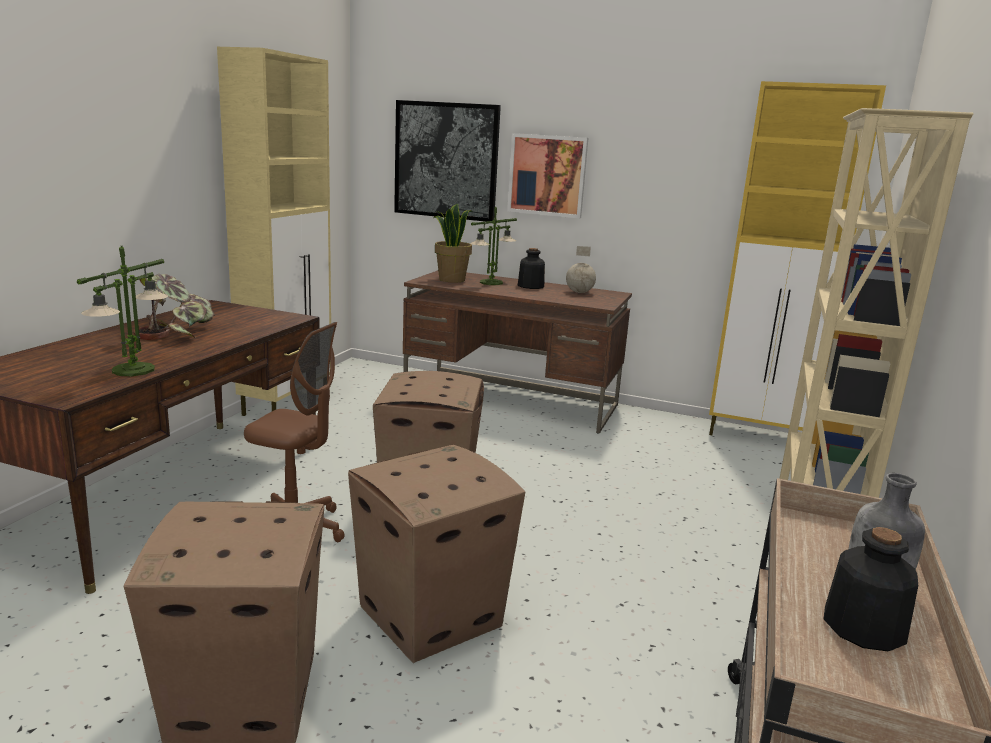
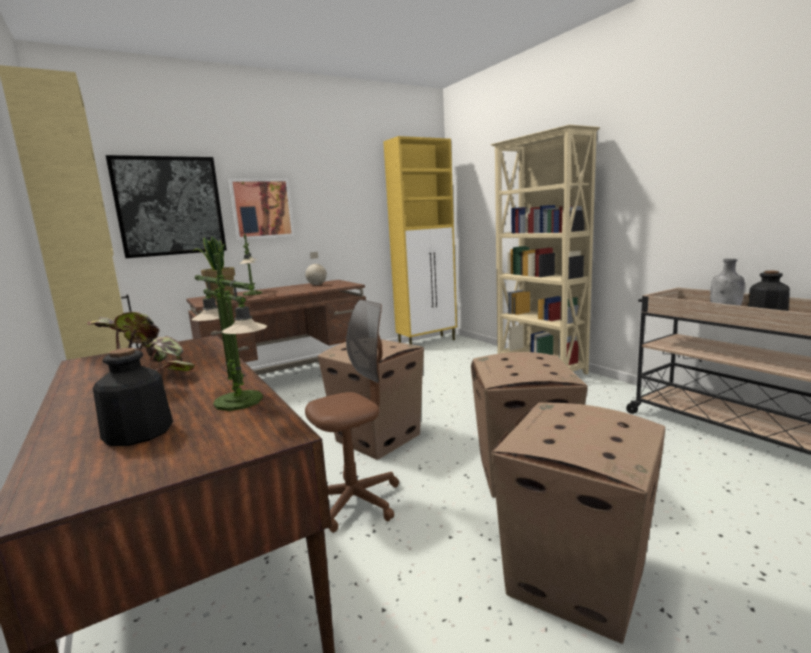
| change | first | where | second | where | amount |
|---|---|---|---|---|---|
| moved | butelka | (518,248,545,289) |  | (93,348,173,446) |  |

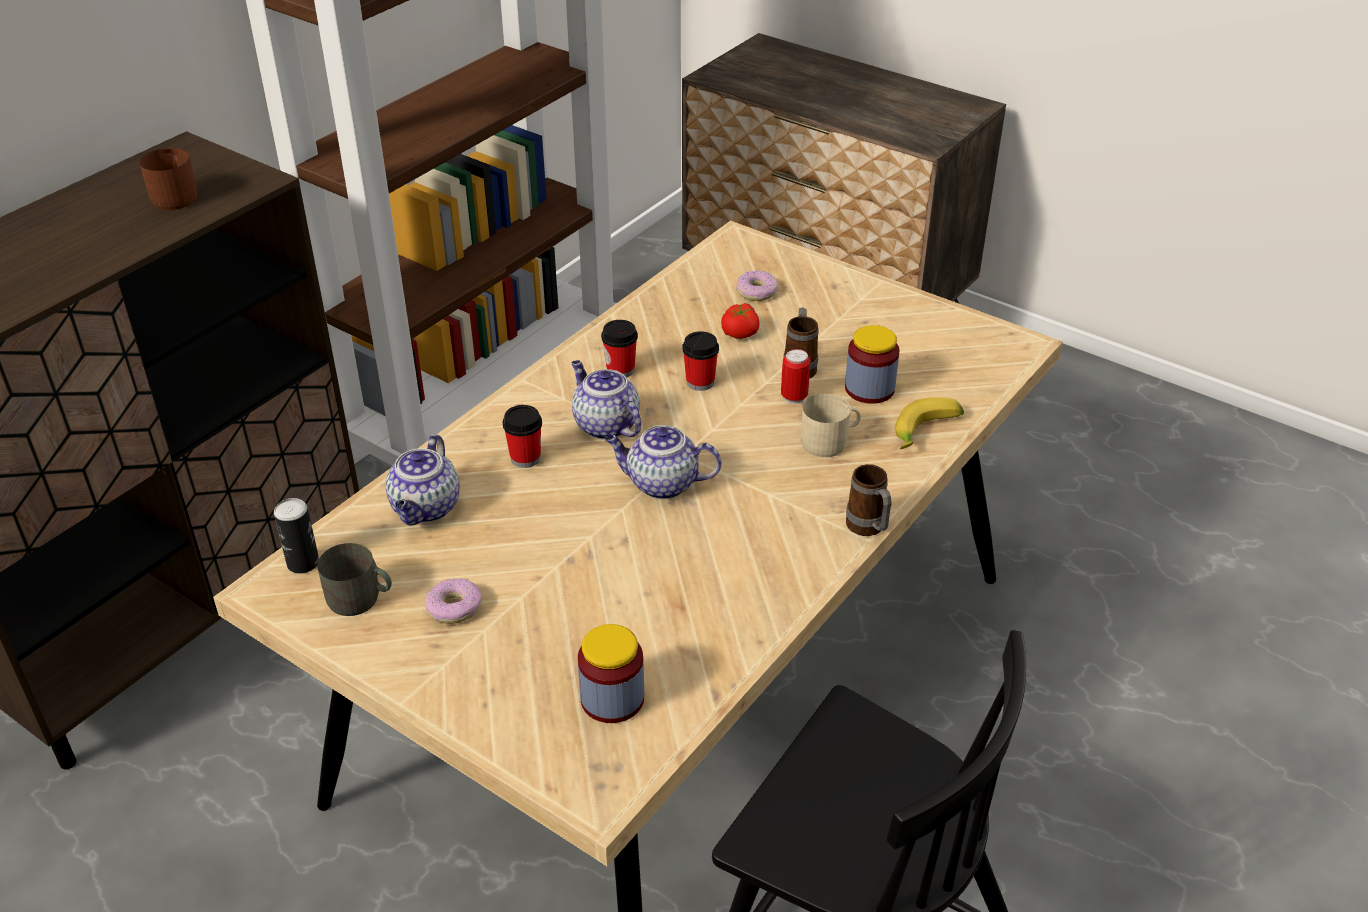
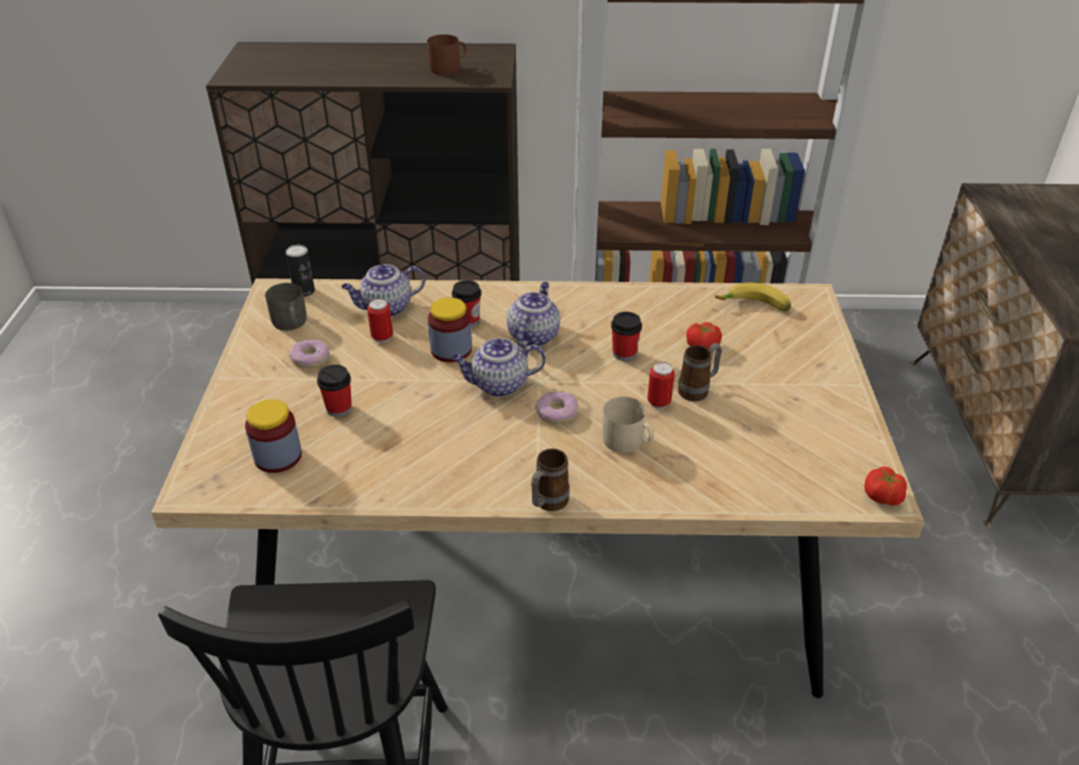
| change | first | where | second | where | amount |
|---|---|---|---|---|---|
| moved | donut | (736,270,778,301) |  | (535,391,578,424) |  |
| moved | filiżanka | (601,320,638,378) |  | (317,364,352,417) |  |
| moved | słoik | (845,325,900,404) |  | (428,298,472,362) |  |
| moved | banan | (895,397,964,449) |  | (715,283,791,311) |  |
| turned | imbryk | (605,425,721,499) |  | (452,338,546,397) | 75 degrees counterclockwise |
| added |  |  | puszka | (367,299,393,343) |  |
| added |  |  | pomidor | (864,466,907,506) |  |

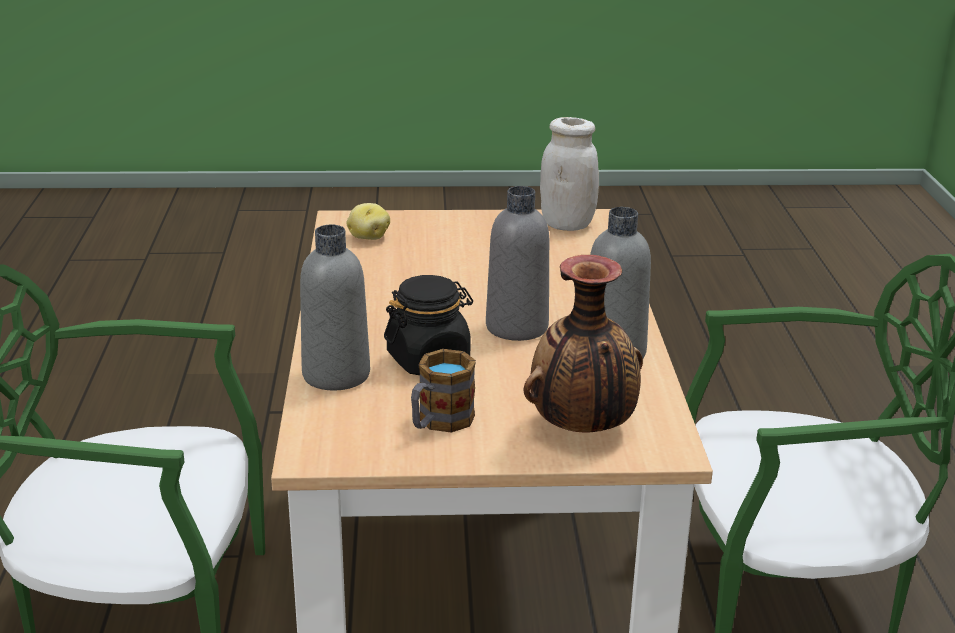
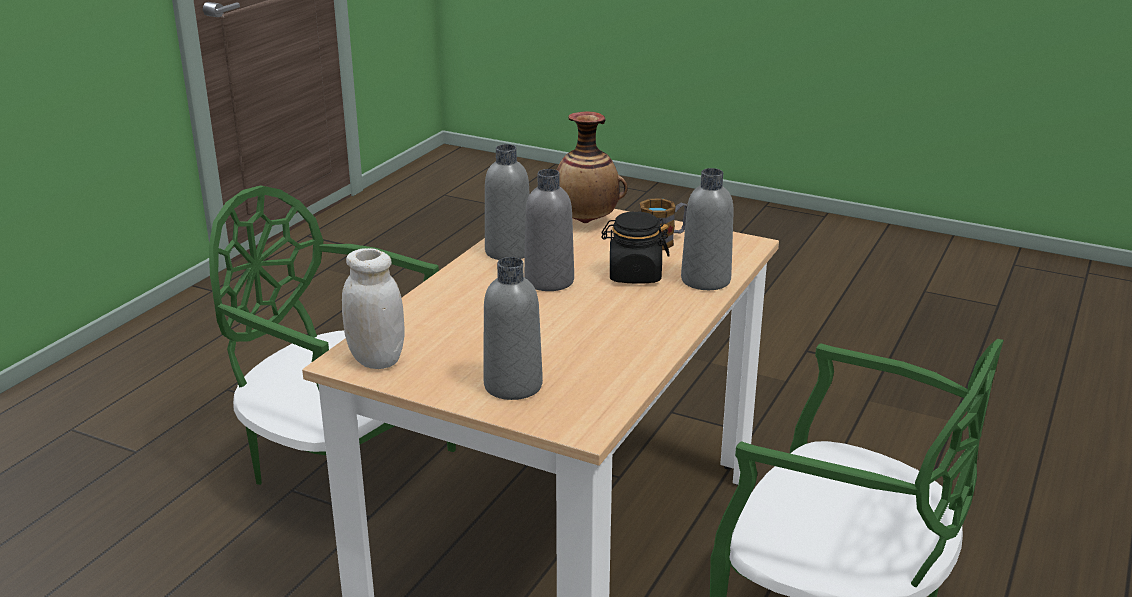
| change | first | where | second | where | amount |
|---|---|---|---|---|---|
| removed | ziemniak | (347,203,390,240) |  |  |  |
| added |  |  | butelka/szary | (483,257,543,400) |  |

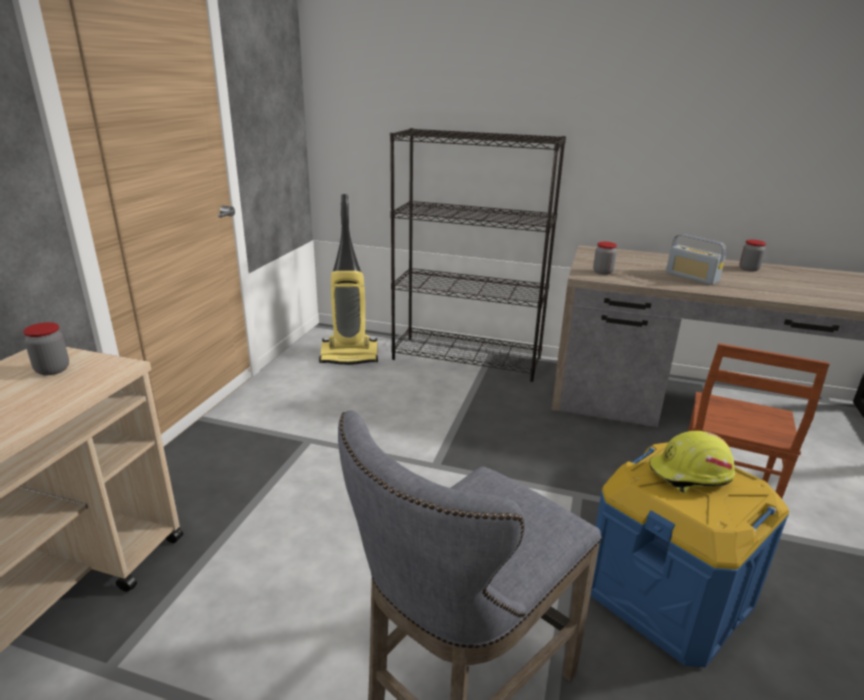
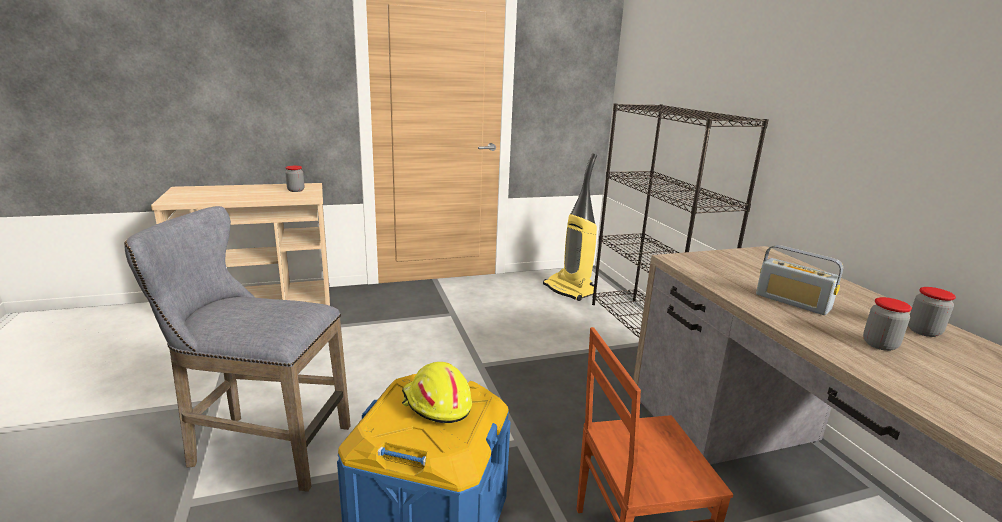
| change | first | where | second | where | amount |
|---|---|---|---|---|---|
| turned | radio | (666,234,726,285) |  | (756,245,843,315) | 60 degrees counterclockwise |
| moved | słoik | (593,242,617,275) |  | (863,297,912,351) |  |

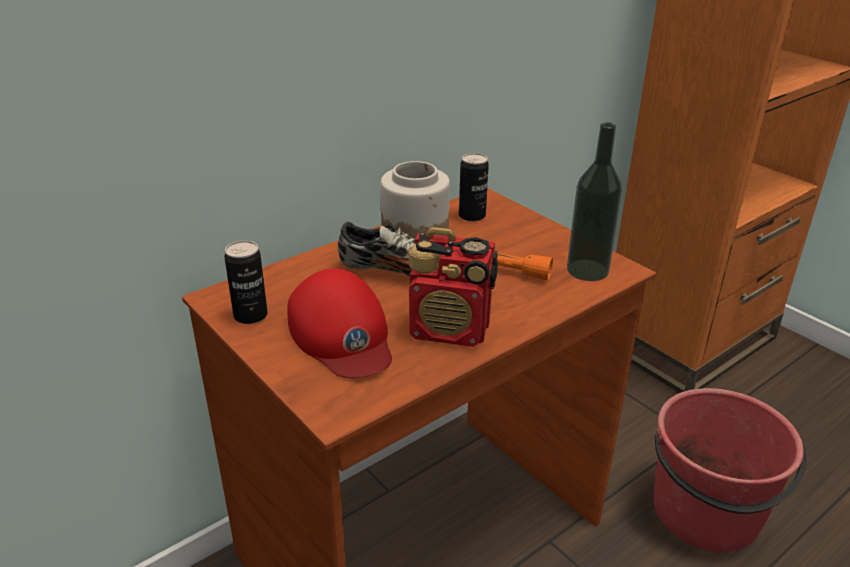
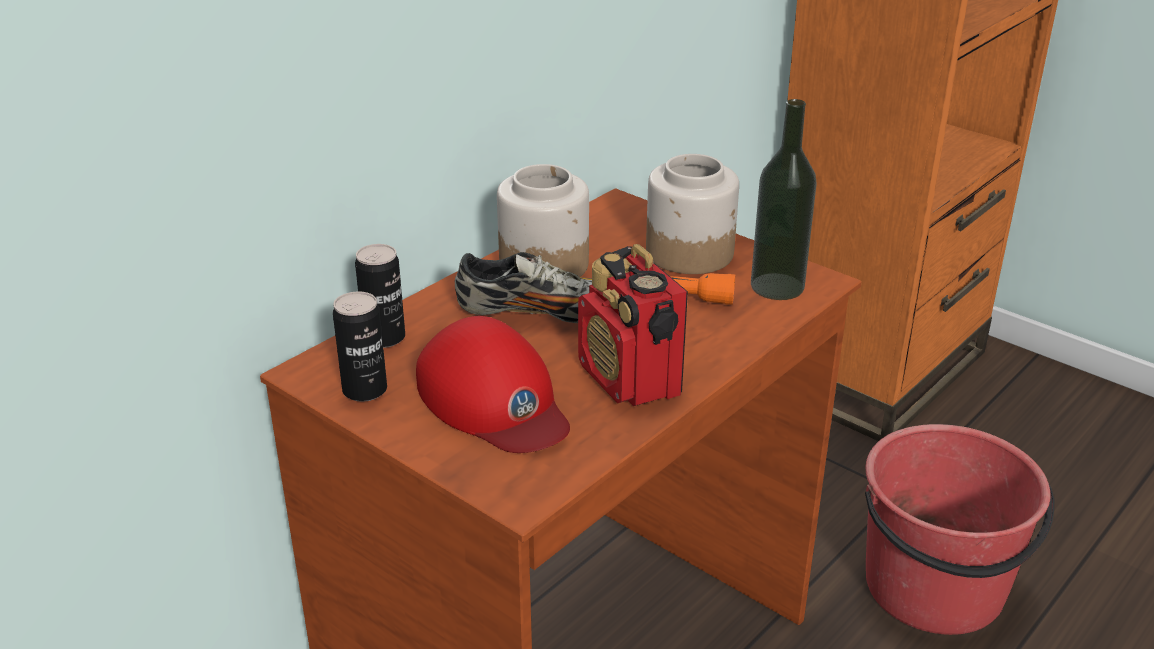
| change | first | where | second | where | amount |
|---|---|---|---|---|---|
| moved | puszka | (459,153,489,222) |  | (355,244,405,348) |  |
| turned | radio | (409,227,498,347) |  | (578,244,688,406) | 60 degrees clockwise |
| added |  |  | słoik | (646,154,739,274) |  |

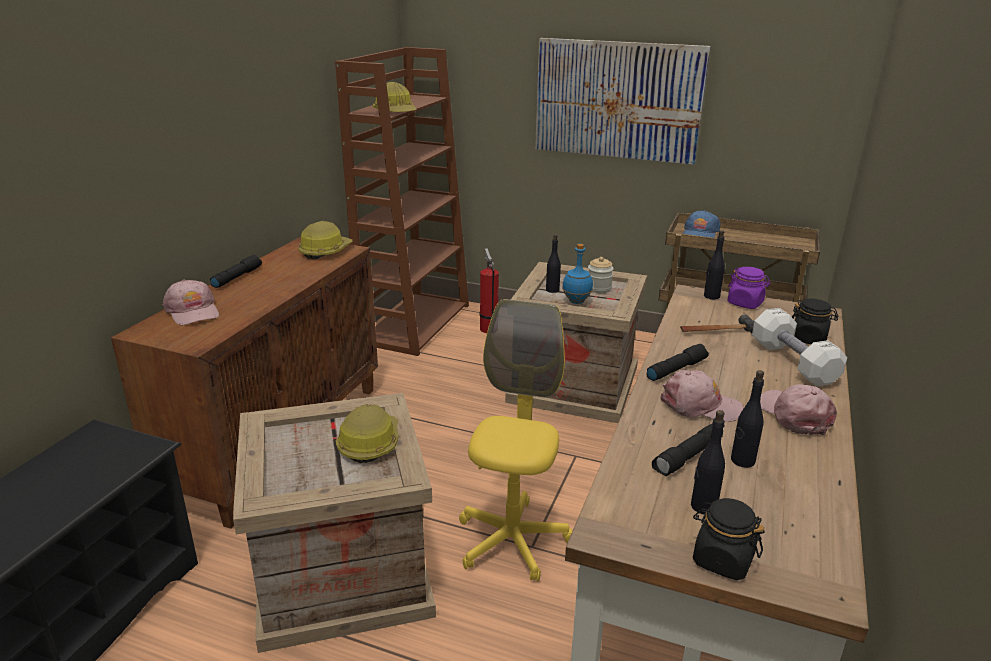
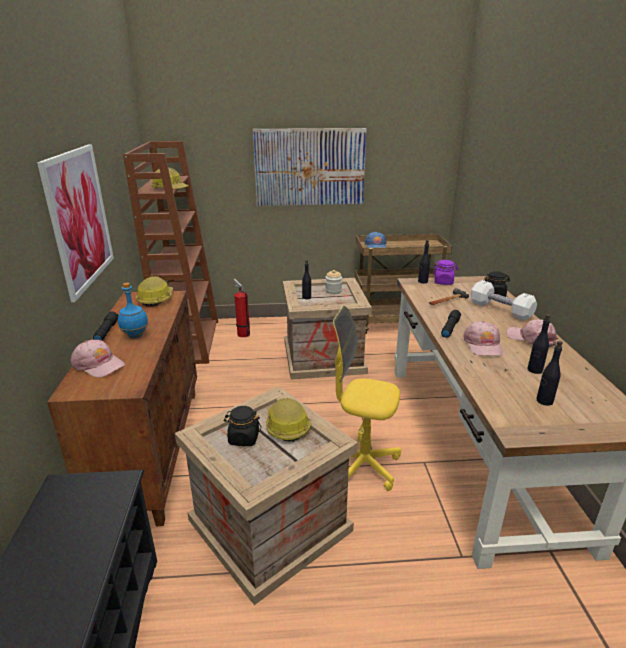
| change | first | where | second | where | amount |
|---|---|---|---|---|---|
| moved | butelka/niebieski | (562,244,593,304) |  | (118,283,148,338) |  |
| turned | krzesło biurowe/żółty | (459,299,573,582) |  | (333,306,401,491) | 60 degrees counterclockwise |
| turned | czapka z daszkiem/różowy | (660,370,743,422) |  | (463,321,503,356) | 105 degrees clockwise |
| removed | latarka/czarny | (652,424,723,476) |  |  |  |
| moved | słoik/czarny | (693,498,765,580) |  | (223,406,261,446) |  |
| added |  |  | obraz | (37,144,114,302) |  |

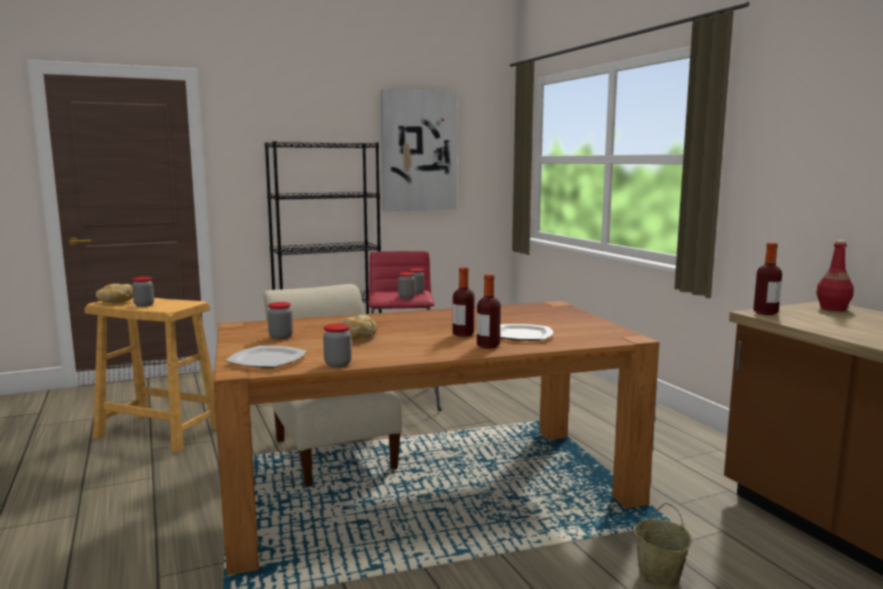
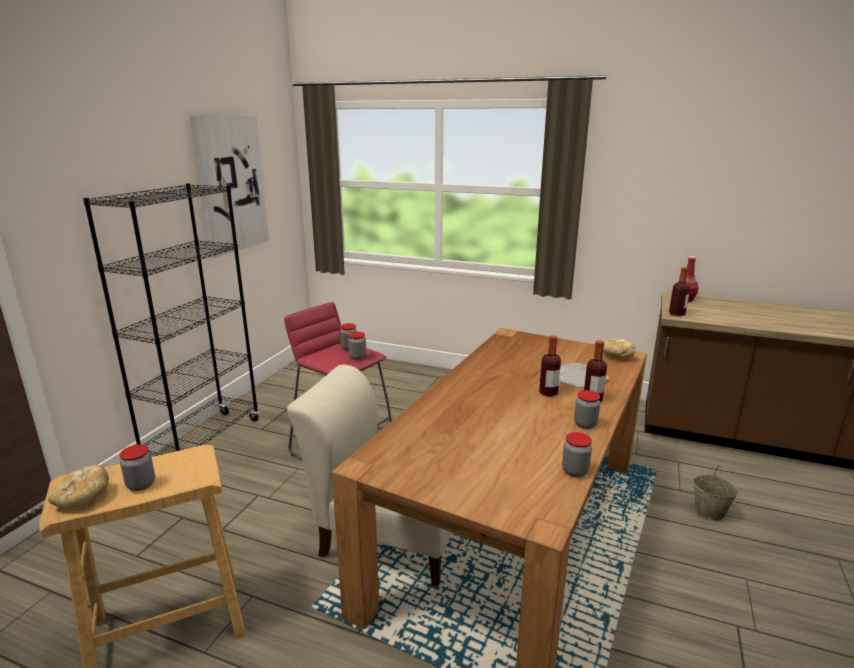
| change | first | where | second | where | amount |
|---|---|---|---|---|---|
| moved | słoik | (268,302,293,339) |  | (574,390,600,429) |  |
| moved | chleb | (340,314,378,339) |  | (603,338,635,359) |  |
| removed | talerz | (225,346,307,368) |  |  |  |

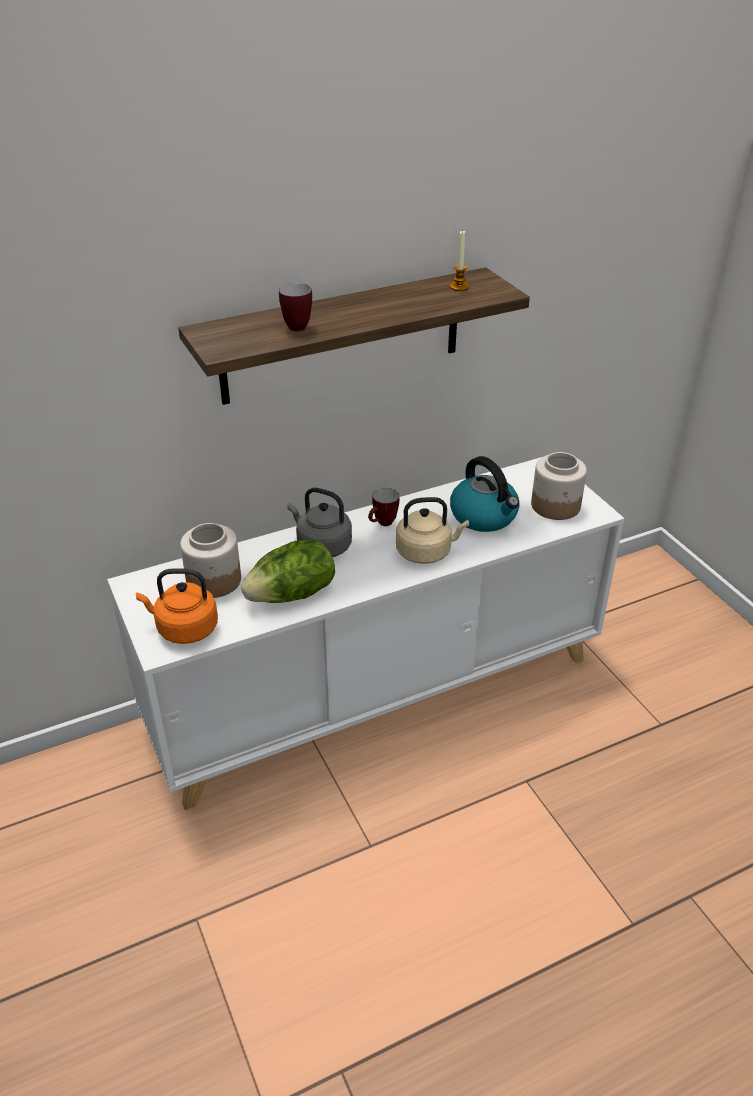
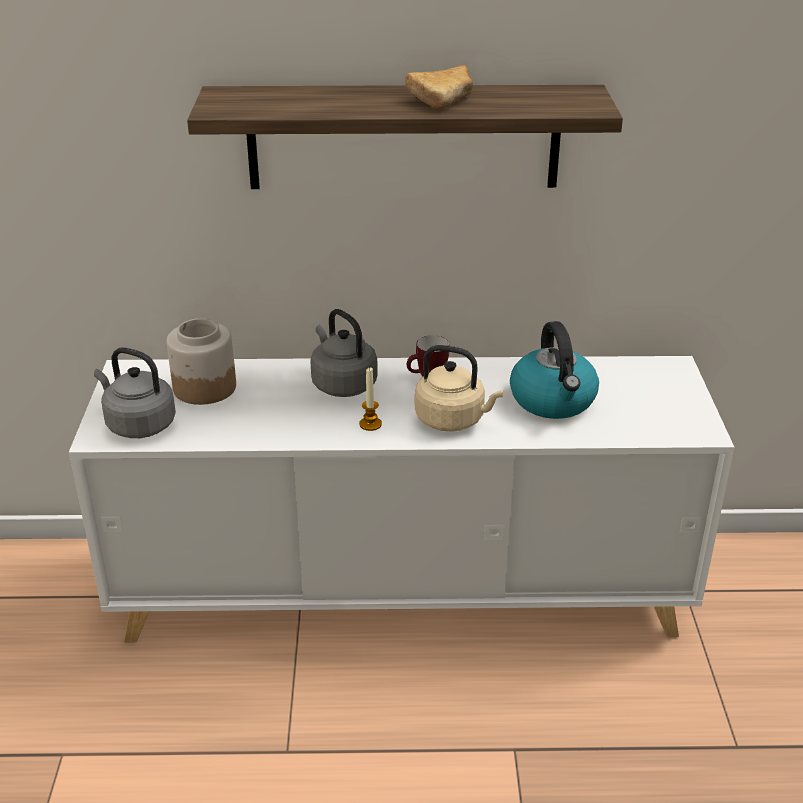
| change | first | where | second | where | amount |
|---|---|---|---|---|---|
| moved | świeca | (450,230,469,291) |  | (359,367,382,431) |  |
| removed | kubek | (279,283,312,331) |  |  |  |
| removed | słoik | (531,452,587,520) |  |  |  |
| removed | sałata | (241,540,335,603) |  |  |  |
| recoloured | czajnik/pomarańczowy | (136,568,218,644) | czajnik/szary | (94,347,176,438) |  |
| added |  |  | chleb | (405,65,473,109) |  |

